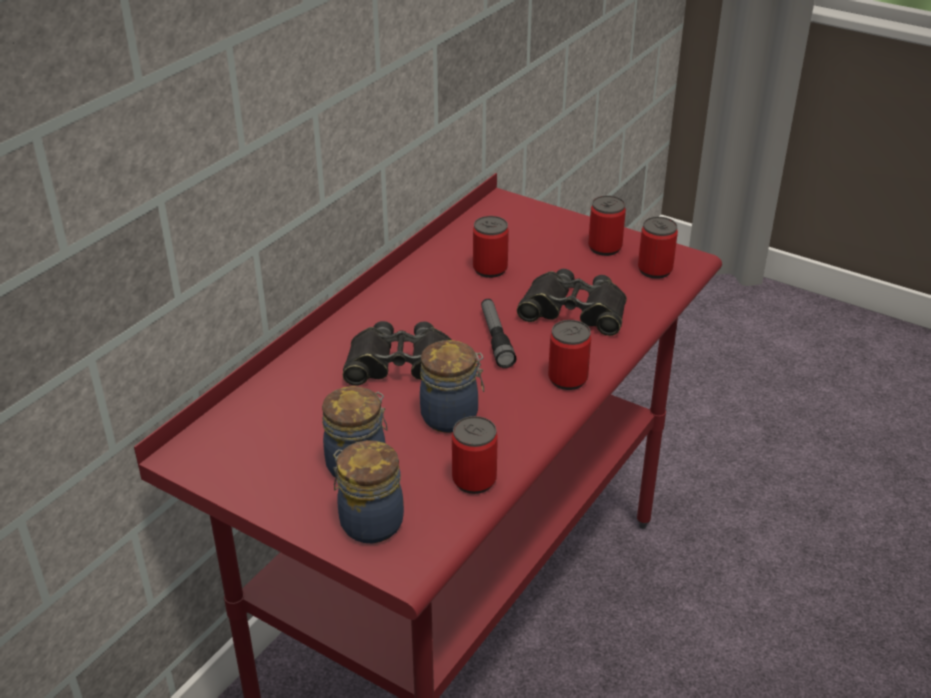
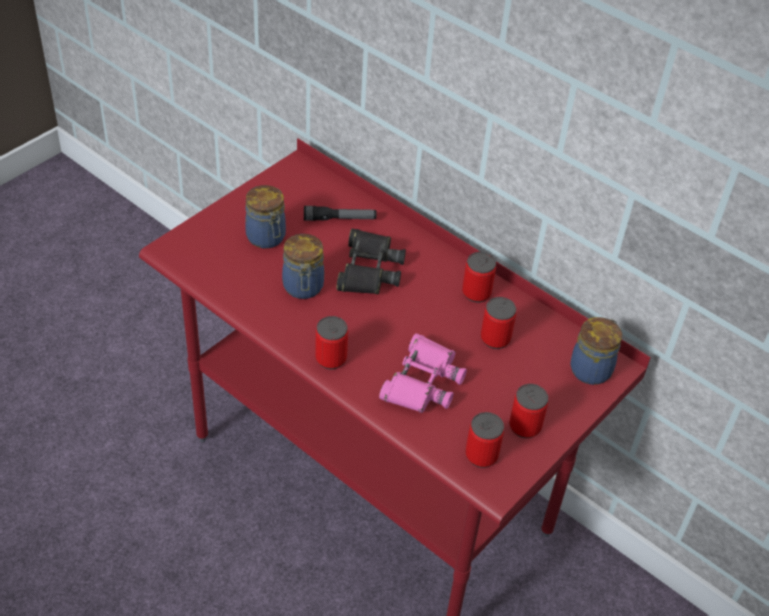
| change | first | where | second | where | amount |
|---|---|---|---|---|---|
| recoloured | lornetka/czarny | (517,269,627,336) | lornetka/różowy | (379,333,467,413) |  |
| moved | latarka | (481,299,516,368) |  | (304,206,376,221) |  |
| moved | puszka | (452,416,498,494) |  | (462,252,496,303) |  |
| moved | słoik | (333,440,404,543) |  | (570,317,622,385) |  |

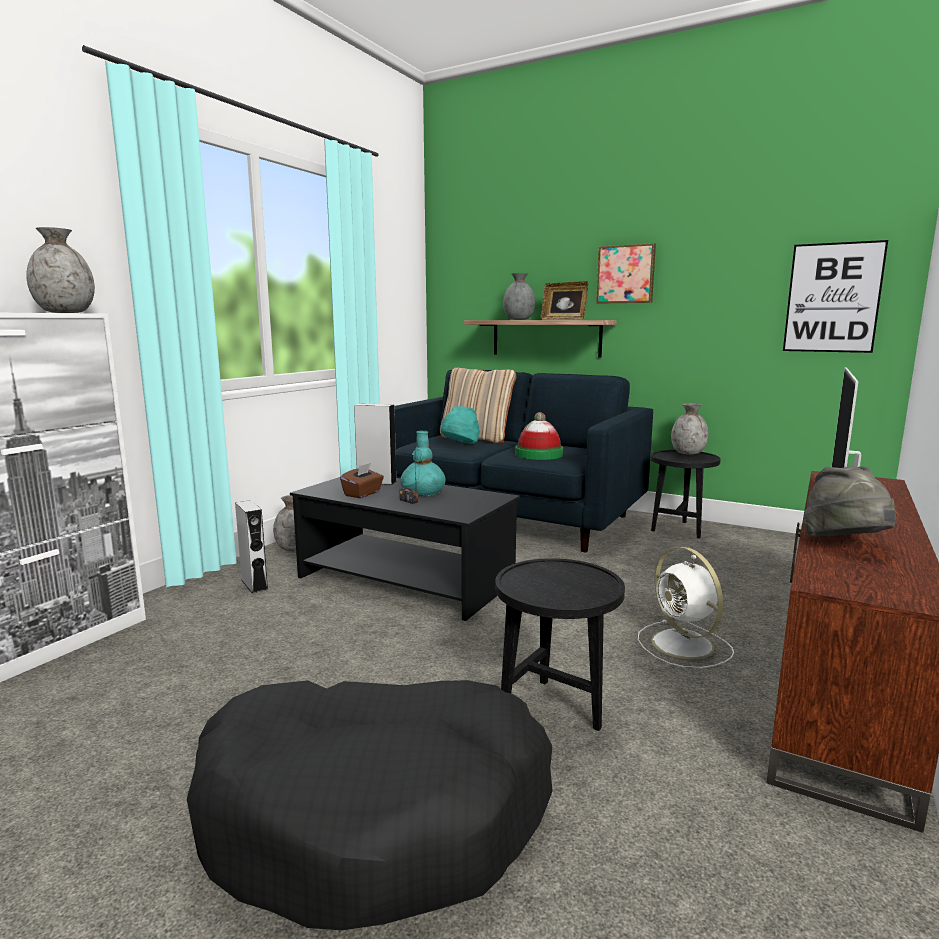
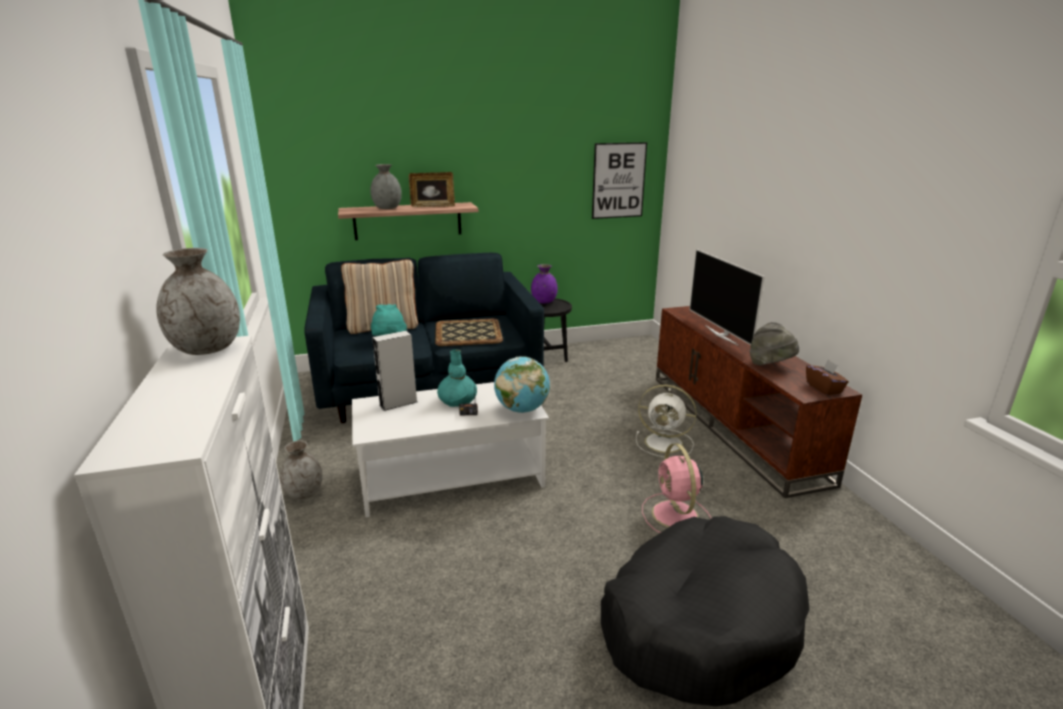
| change | first | where | second | where | amount |
|---|---|---|---|---|---|
| removed | obraz | (596,243,656,304) |  |  |  |
| recoloured | wazon/szary | (671,404,708,455) | wazon/fioletowy | (531,264,558,304) |  |
| replaced | kapelusz | (515,412,563,460) | taca | (435,319,503,346) |  |
| moved | pudełko chusteczek/brązowy | (340,463,384,498) |  | (806,360,849,395) |  |
| recoloured | ława/czarny | (290,477,520,621) | ława/biały | (352,382,549,517) |  |
| removed | głośnik/szary | (235,500,268,593) |  |  |  |
| replaced | stolik/czarny | (495,558,625,731) | wentylator/różowy | (642,443,711,533) |  |
| added |  |  | globus | (494,356,550,413) |  |

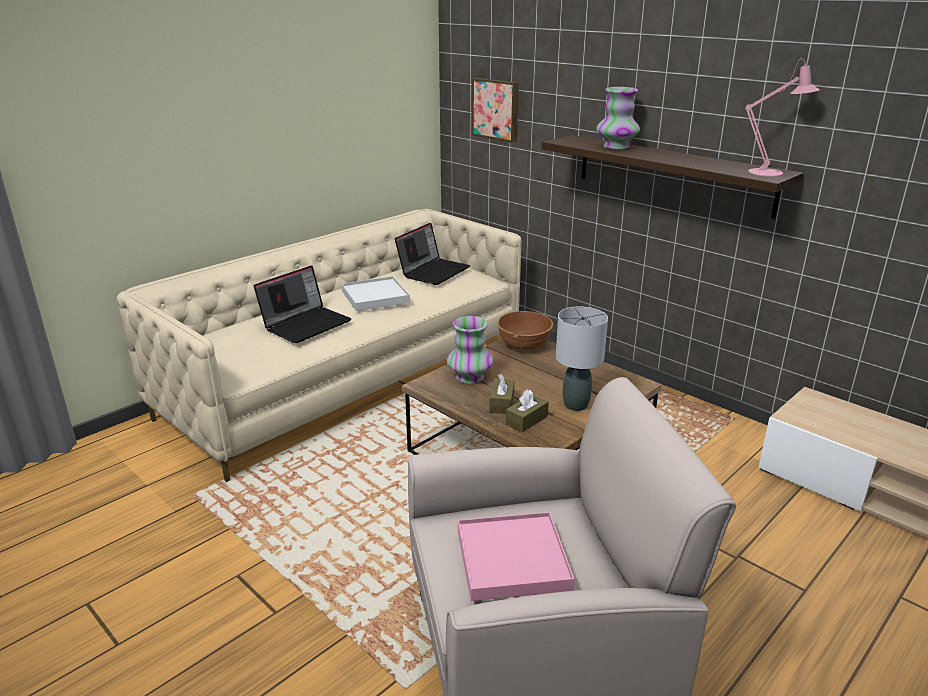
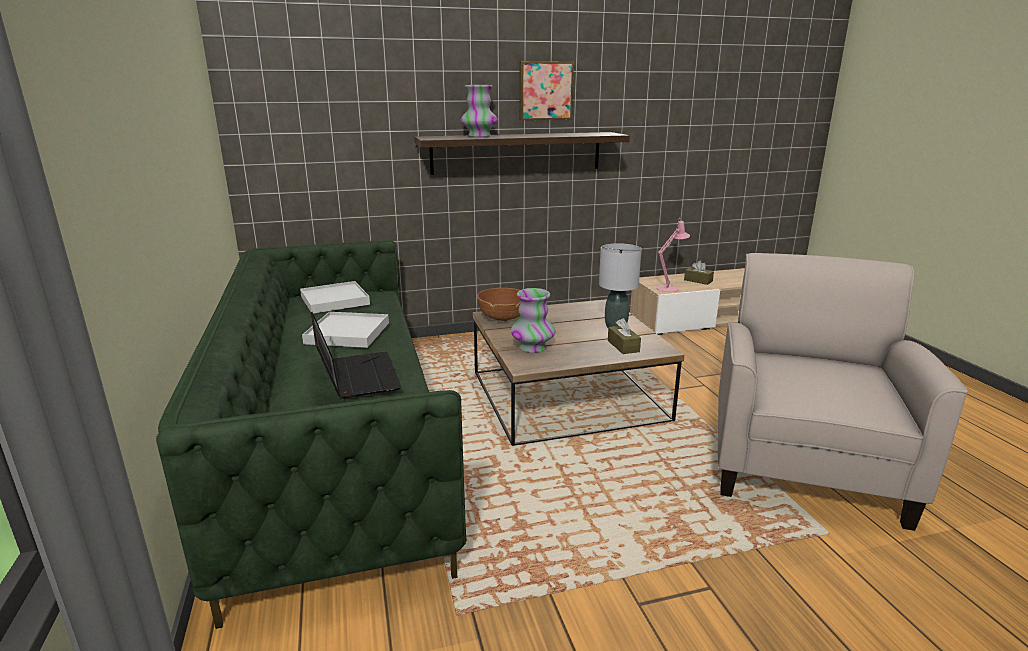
| change | first | where | second | where | amount |
|---|---|---|---|---|---|
| moved | lampa stołowa/różowy | (746,59,820,177) |  | (657,218,690,292) |  |
| moved | obraz | (472,78,519,143) |  | (519,61,574,120) |  |
| recoloured | kanapa/beżowy | (117,209,522,482) | kanapa/zielony | (156,240,466,629) |  |
| replaced | laptop | (395,223,470,285) | taca/biały | (300,281,370,313) |  |
| moved | pudełko chusteczek/brązowy | (489,373,515,414) |  | (684,261,714,285) |  |
| removed | taca/różowy | (458,512,574,601) |  |  |  |

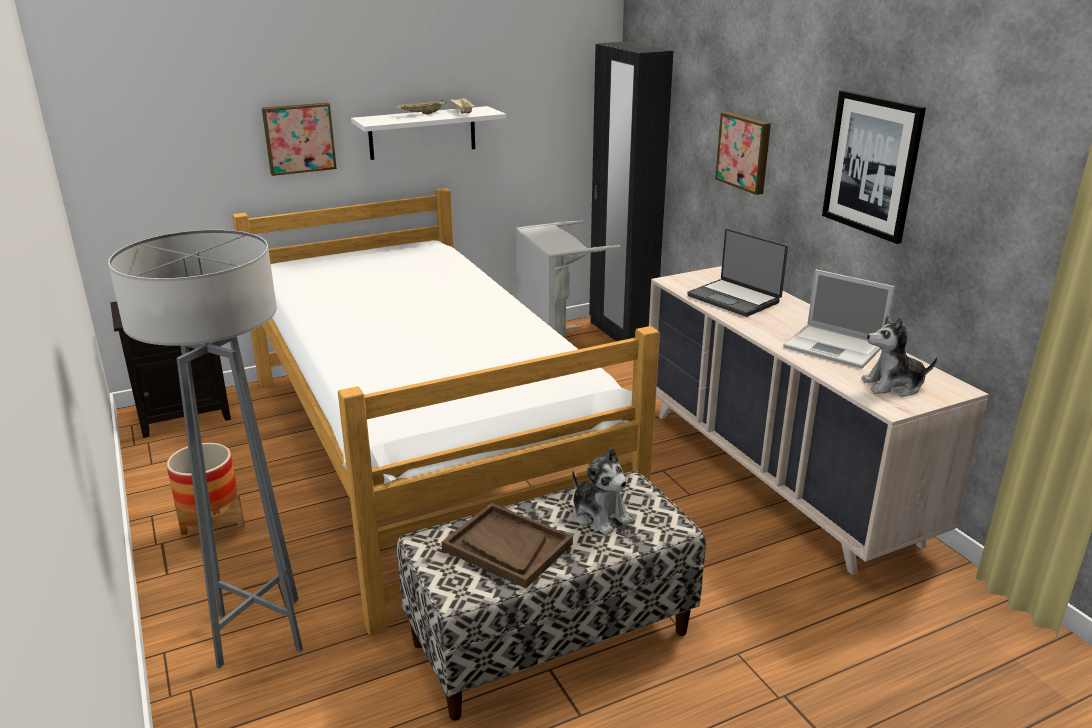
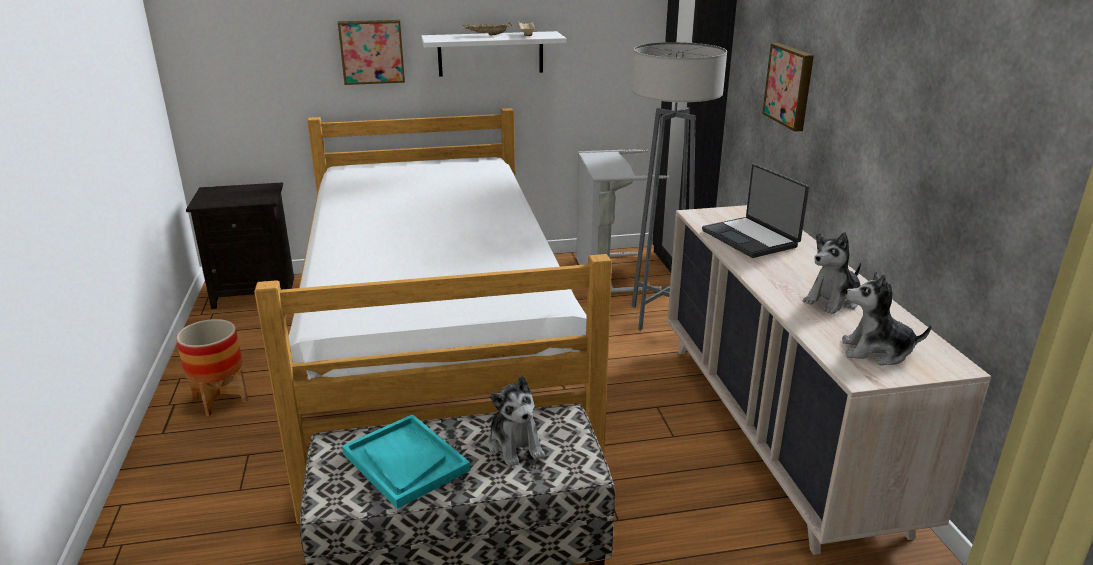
| change | first | where | second | where | amount |
|---|---|---|---|---|---|
| removed | obraz | (822,90,926,244) |  |  |  |
| moved | lampa stojąca/szary | (108,230,303,668) |  | (632,42,727,331) |  |
| replaced | laptop | (783,269,895,368) | pluszak | (803,232,861,314) |  |
| recoloured | taca/brązowy | (442,503,573,588) | taca/turkusowy | (342,414,470,509) |  |

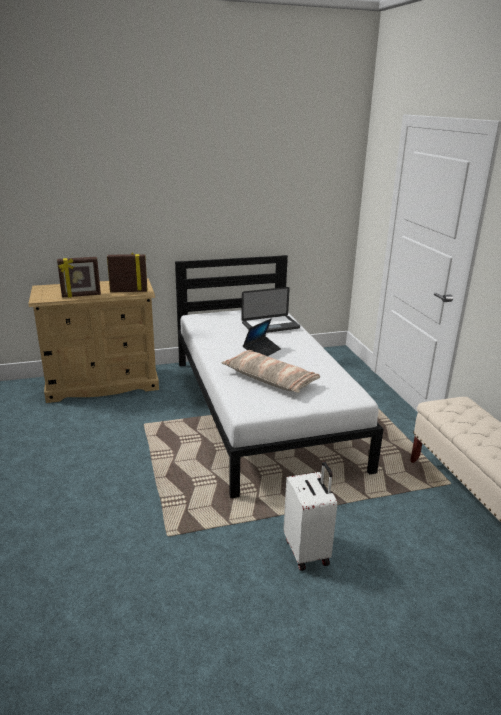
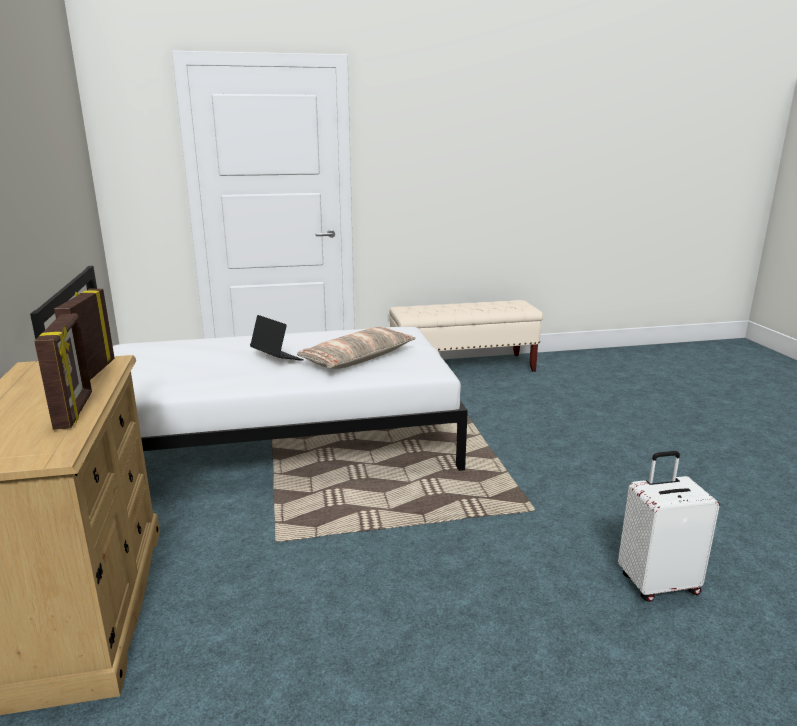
| change | first | where | second | where | amount |
|---|---|---|---|---|---|
| removed | laptop | (241,287,300,333) |  |  |  |
| moved | walizka/biały | (284,461,337,571) |  | (618,451,720,602) |  |

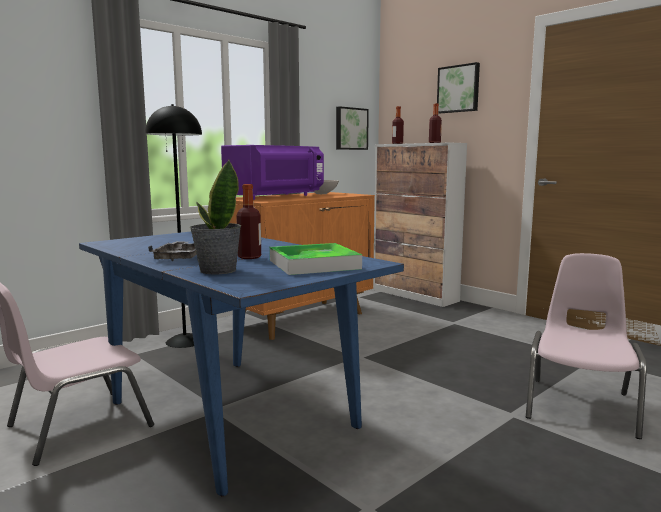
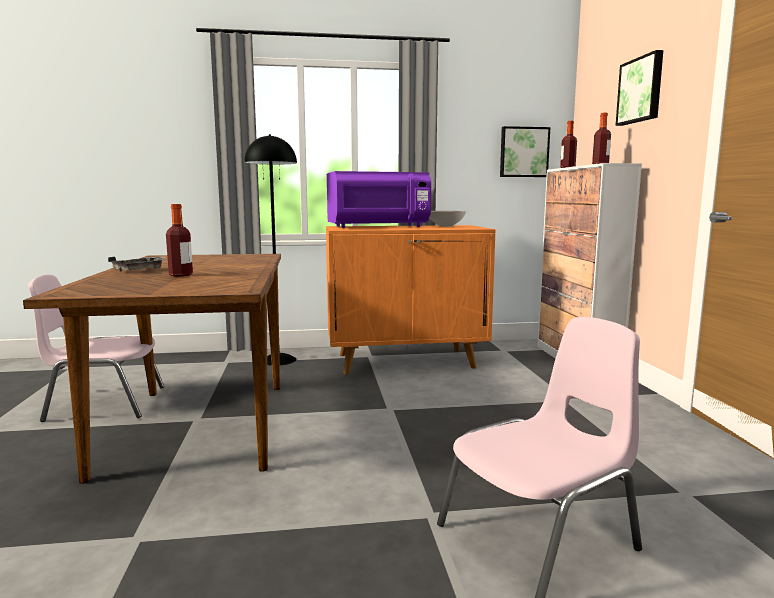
| change | first | where | second | where | amount |
|---|---|---|---|---|---|
| removed | roślina doniczkowa | (190,160,241,274) |  |  |  |
| recoloured | stół jadalny/niebieski | (79,232,404,497) | stół jadalny/brązowy | (23,254,281,484) |  |
| removed | taca | (270,243,362,275) |  |  |  |

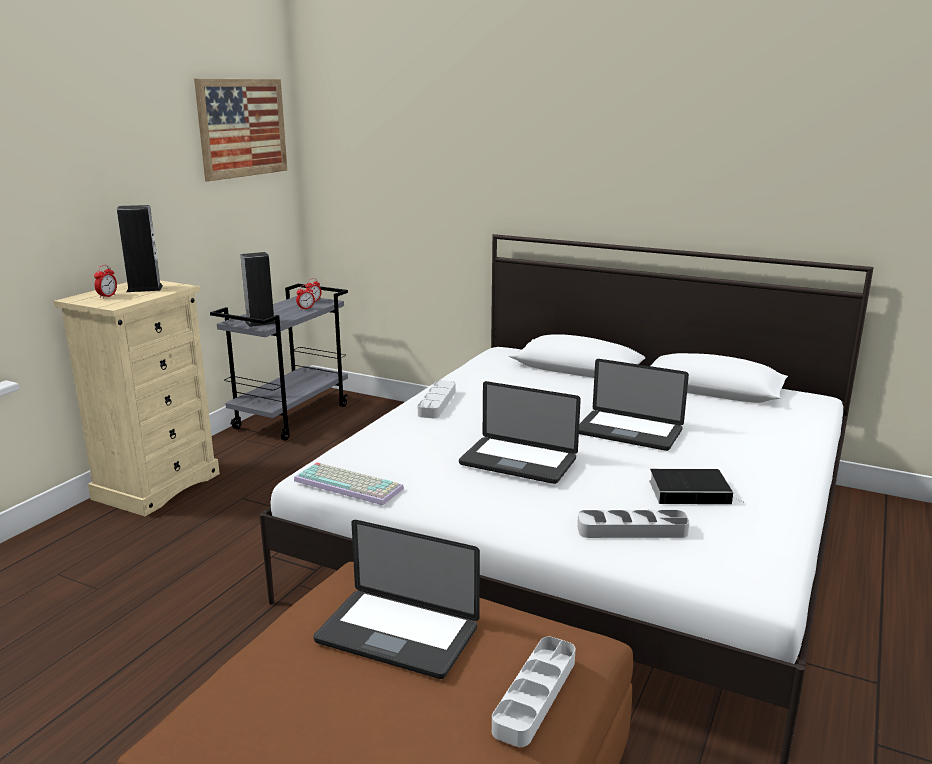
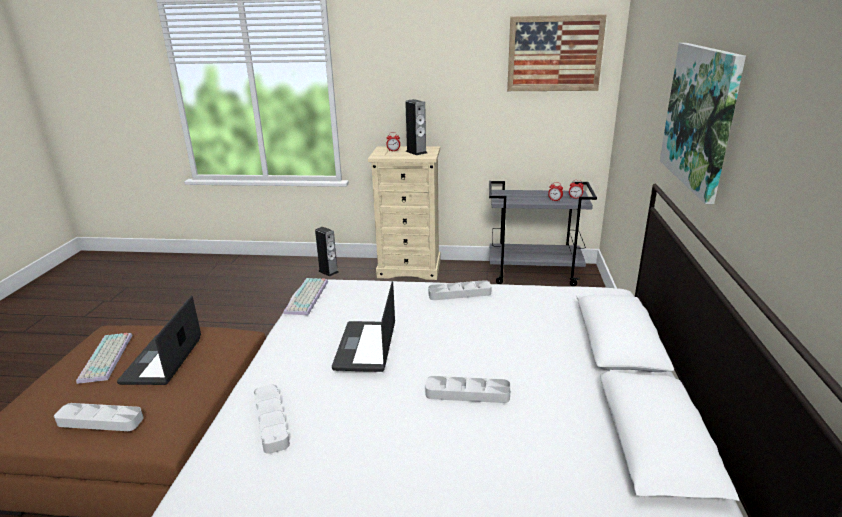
| change | first | where | second | where | amount |
|---|---|---|---|---|---|
| moved | głośnik | (241,252,275,327) |  | (315,227,339,277) |  |
| replaced | laptop | (579,359,689,451) | taca/szary | (425,376,511,403) |  |
| removed | książka | (649,469,745,504) |  |  |  |
| added |  |  | obraz | (660,43,746,204) |  |
| added |  |  | klawiatura | (76,333,133,384) |  |

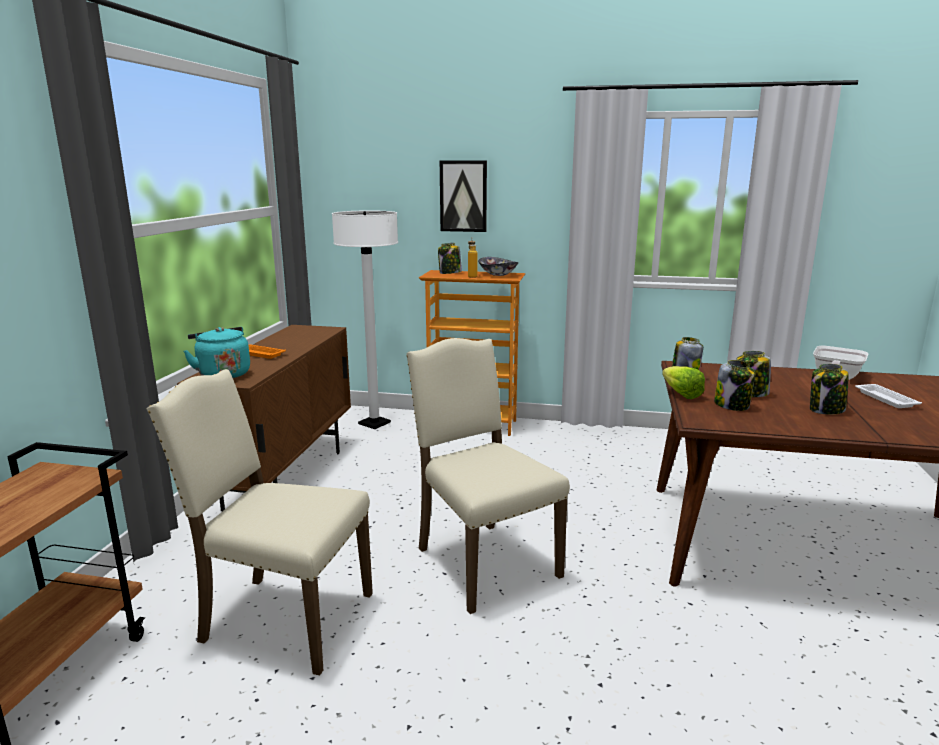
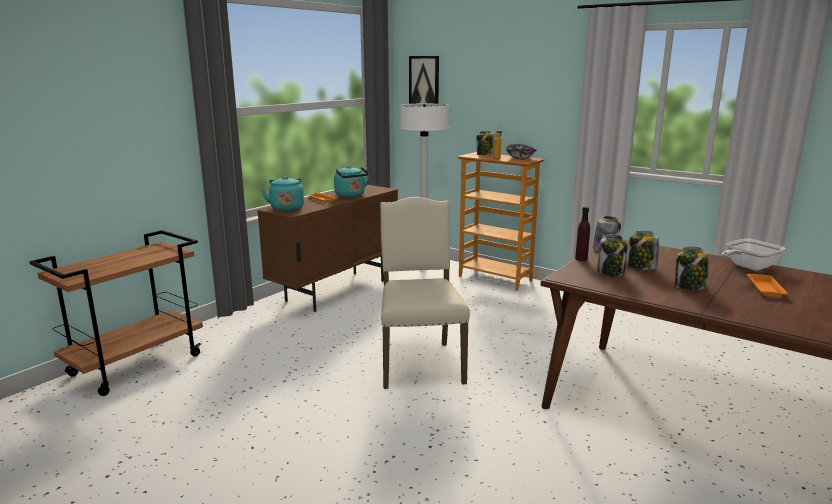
| change | first | where | second | where | amount |
|---|---|---|---|---|---|
| moved | obraz | (440,161,487,232) |  | (409,56,439,104) |  |
| replaced | sałata | (662,366,705,399) | butelka/fioletowy | (575,207,590,261) |  |
| removed | krzesło/beżowy | (147,369,373,675) |  |  |  |
| recoloured | taca/biały | (855,384,922,408) | taca/pomarańczowy | (747,274,788,297) |  |
| added |  |  | czajnik/turkusowy | (334,166,369,197) |  |

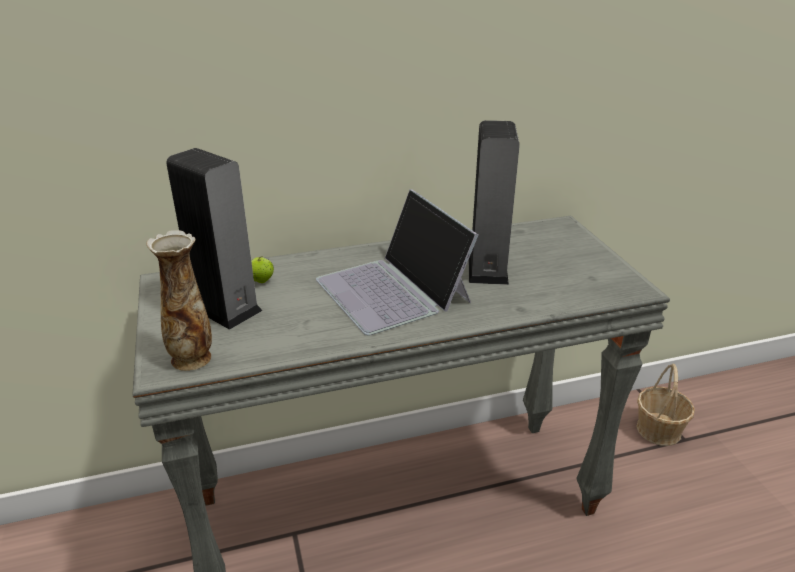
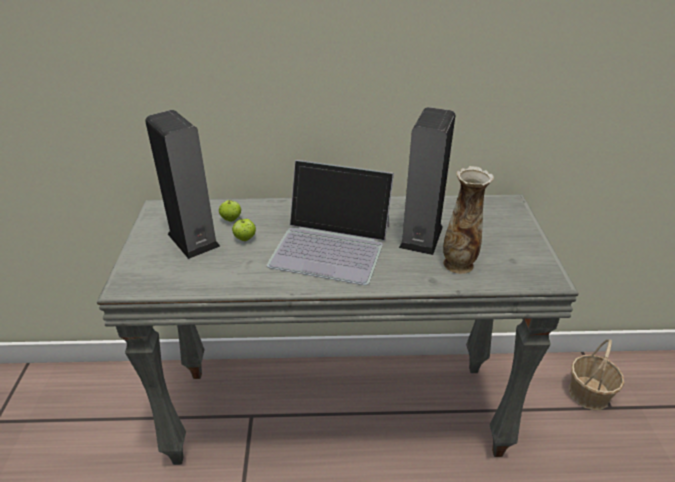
| change | first | where | second | where | amount |
|---|---|---|---|---|---|
| turned | laptop | (316,189,478,336) |  | (267,160,394,285) | 60 degrees counterclockwise |
| moved | wazon | (146,230,212,371) |  | (443,166,494,274) |  |
| added |  |  | jabłko | (232,217,256,241) |  |

